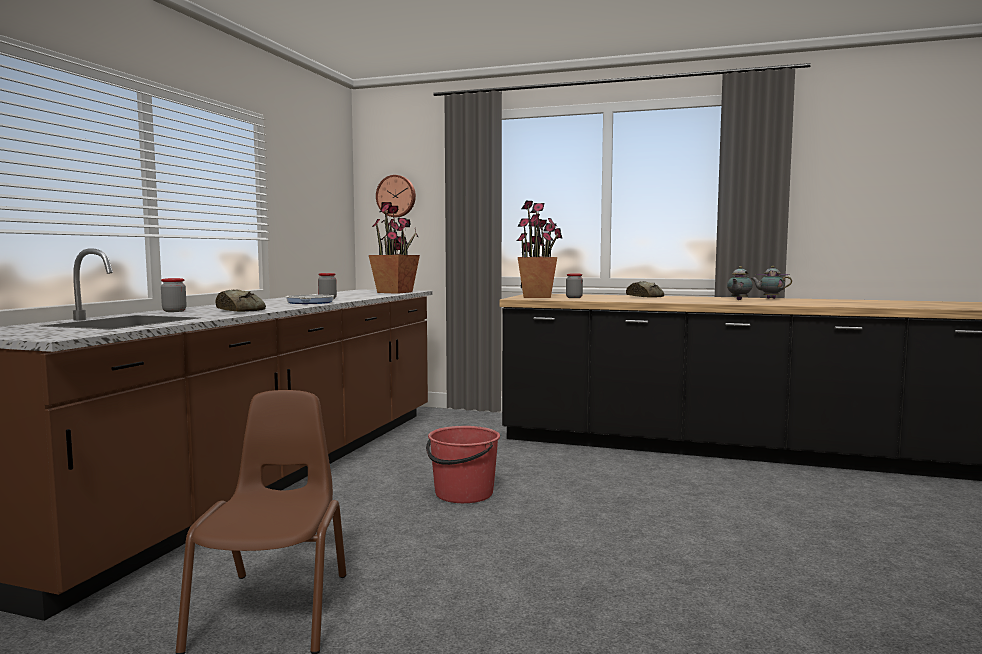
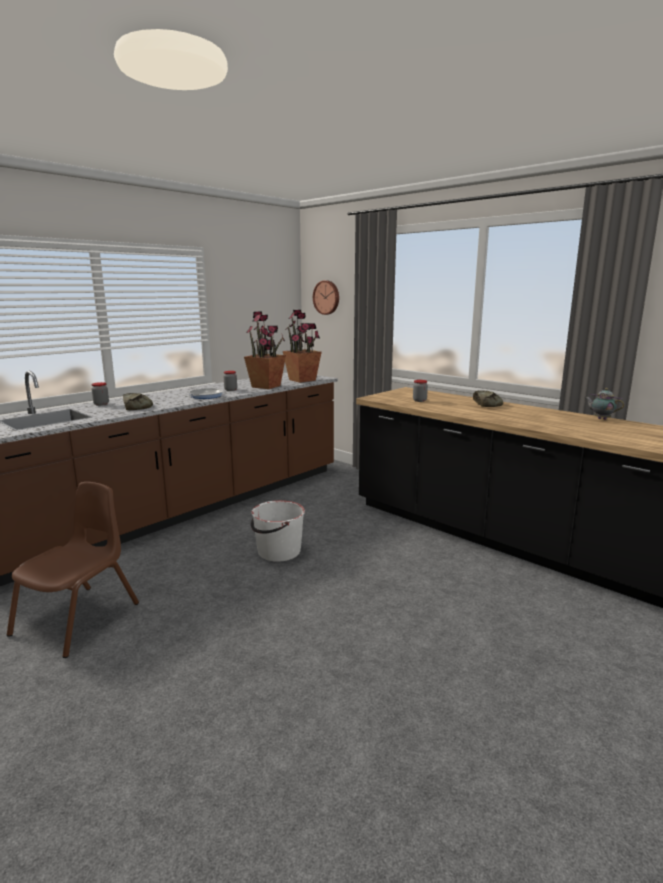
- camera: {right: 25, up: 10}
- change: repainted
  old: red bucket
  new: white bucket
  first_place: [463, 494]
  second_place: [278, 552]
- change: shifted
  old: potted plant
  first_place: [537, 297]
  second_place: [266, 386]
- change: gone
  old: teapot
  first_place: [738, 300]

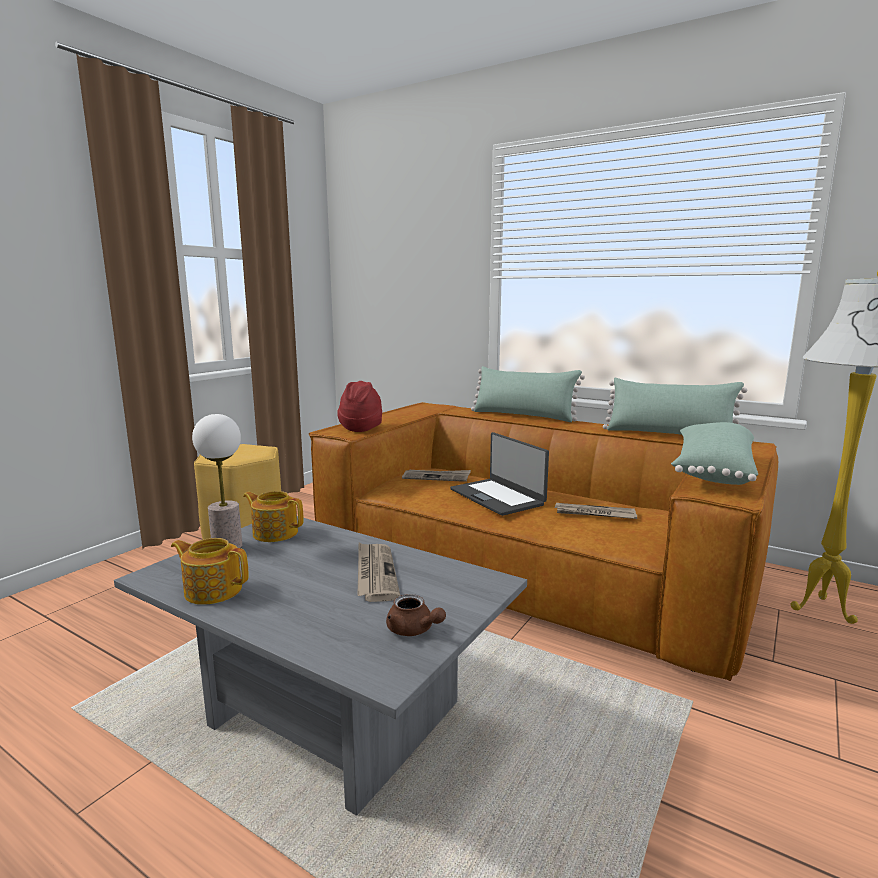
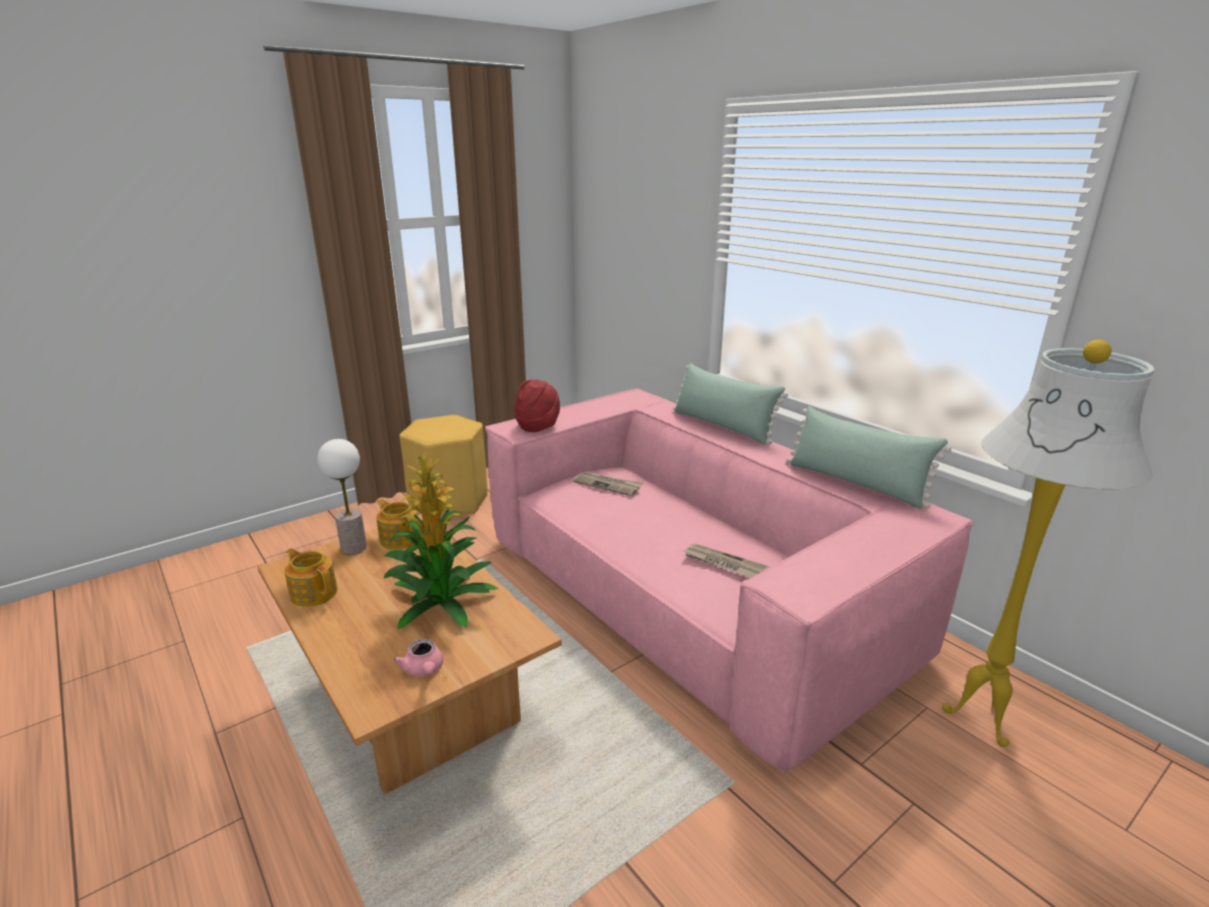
- camera: {right: 20, up: 10}
- change: repainted
  old: grey coffee table
  new: brown coffee table
  first_place: [328, 717]
  second_place: [413, 706]
- change: repainted
  old: brown sofa
  new: pink sofa
  first_place: [529, 568]
  second_place: [687, 594]
- change: swapped
  old: newspaper
  new: potted plant
  first_place: [375, 573]
  second_place: [442, 603]
- change: repainted
  old: brown teapot
  new: pink teapot
  first_place: [413, 630]
  second_place: [424, 670]
- change: gone
  old: laptop
  first_place: [497, 497]
- change: gone
  old: green pillow
  first_place: [711, 471]

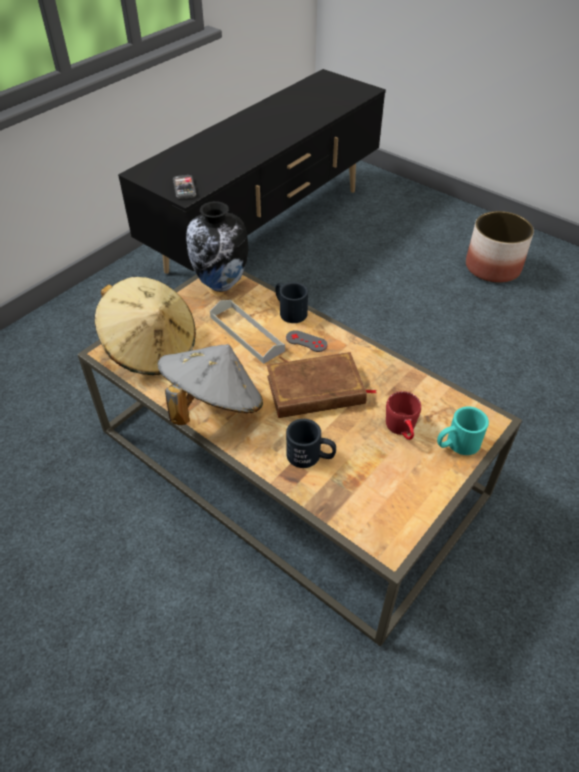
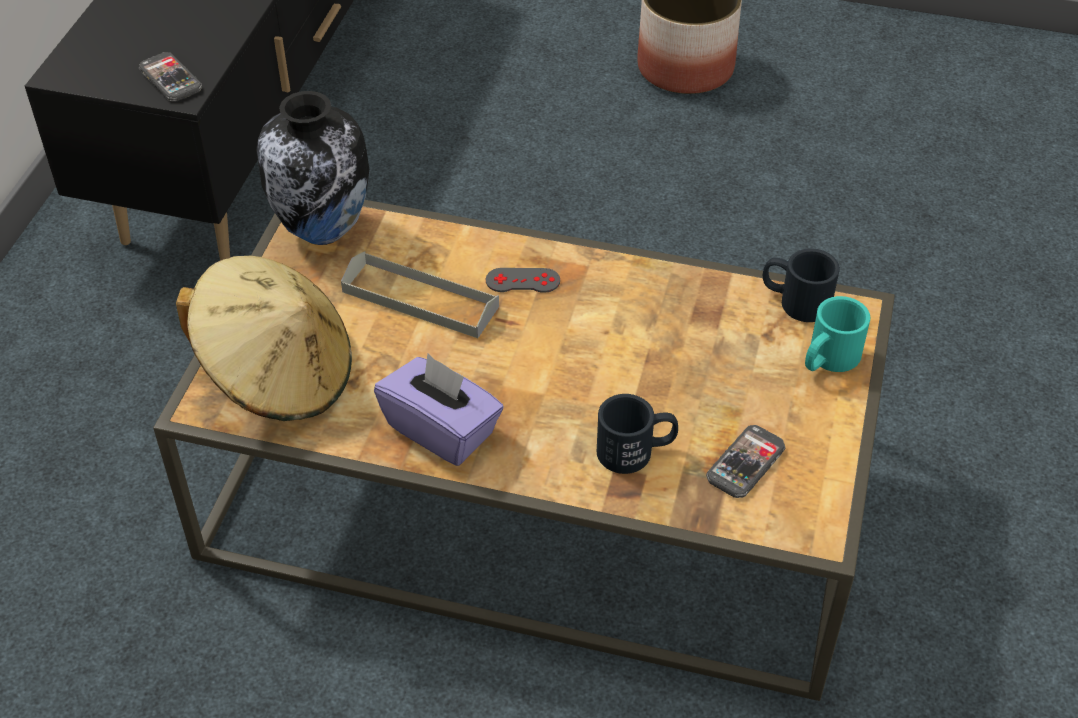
- camera: {right: -25, up: 0}
- change: swapped
  old: grey hat
  new: purple tissue box
  first_place: [213, 405]
  second_place: [442, 430]
- change: gone
  old: brown book
  first_place: [316, 390]
- change: shifted
  old: black mug
  first_place: [289, 310]
  second_place: [795, 301]
- change: gone
  old: red mug
  first_place: [402, 429]
- change: new
  new: phone
  second_place: [745, 463]

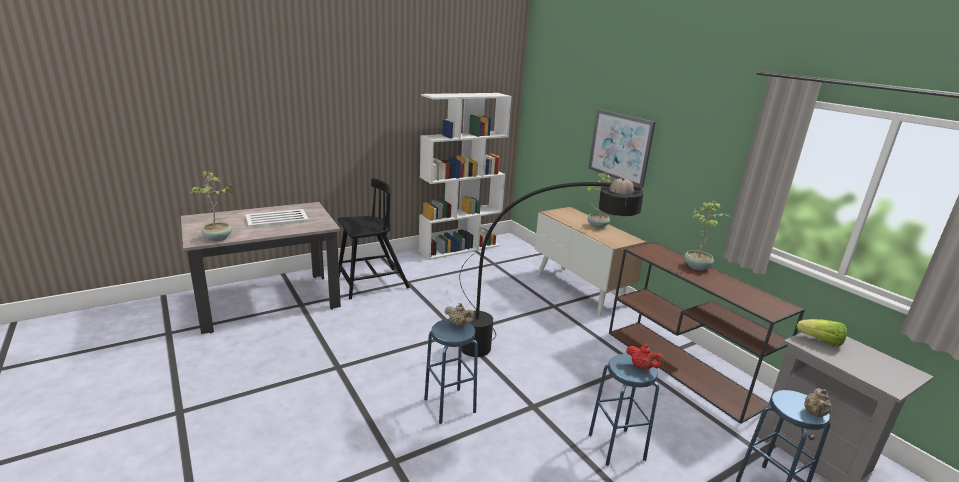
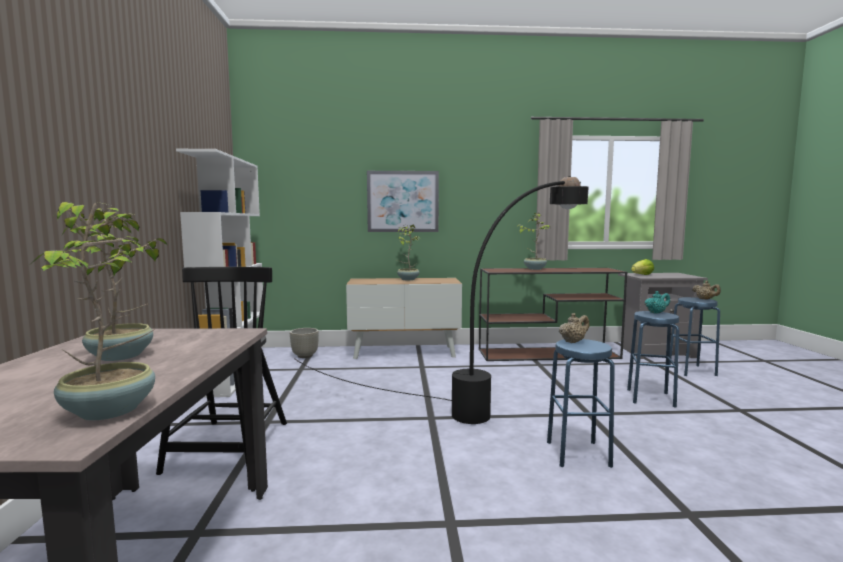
- camera: {right: -60, up: -15}
- change: swapped
  old: white tray
  new: potted plant
  first_place: [276, 219]
  second_place: [122, 356]
- change: repainted
  old: red teapot
  new: turquoise teapot
  first_place: [642, 367]
  second_place: [656, 313]
- change: new
  new: grey planter
  second_place: [304, 356]

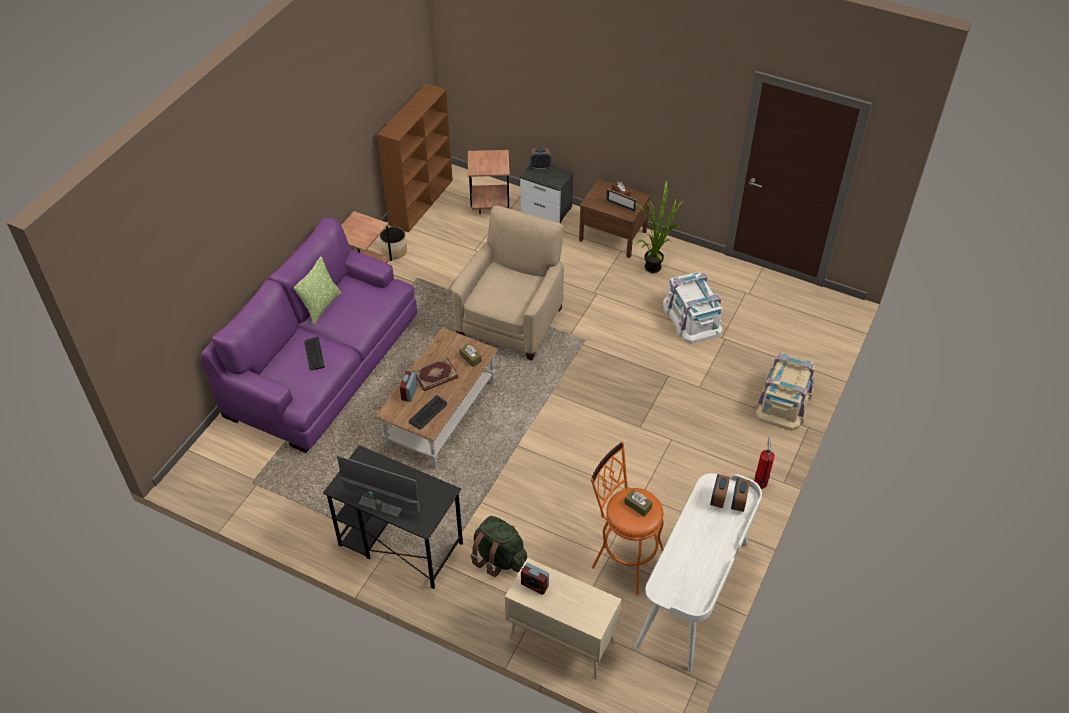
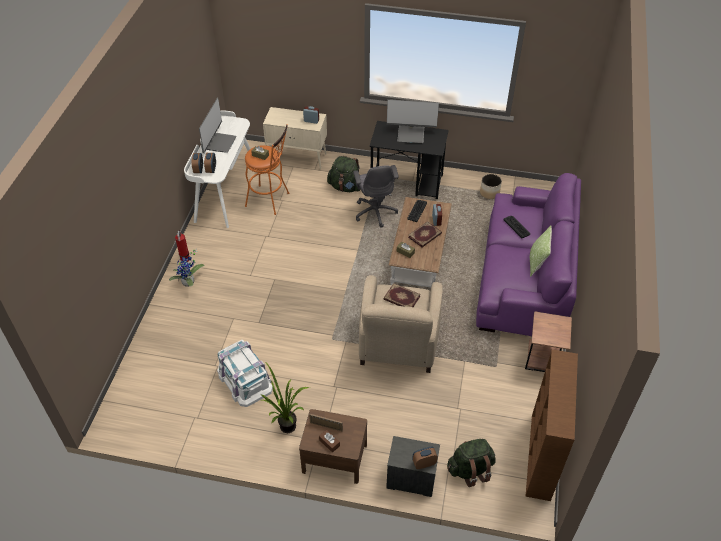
- camera: {right: 165, up: 0}
- change: shifted
  old: planter
  first_place: [394, 251]
  second_place: [489, 193]
- change: swapped
  old: brown side table
  new: green backpack
  first_place: [490, 205]
  second_place: [470, 470]
- change: gone
  old: beige storage box
  first_place: [783, 401]
- change: new
  new: potted plant
  second_place: [189, 283]
- change: new
  new: monitor
  second_place: [219, 143]
- change: new
  new: grey office chair
  second_place: [375, 212]
- change: new
  new: book
  second_place: [401, 298]

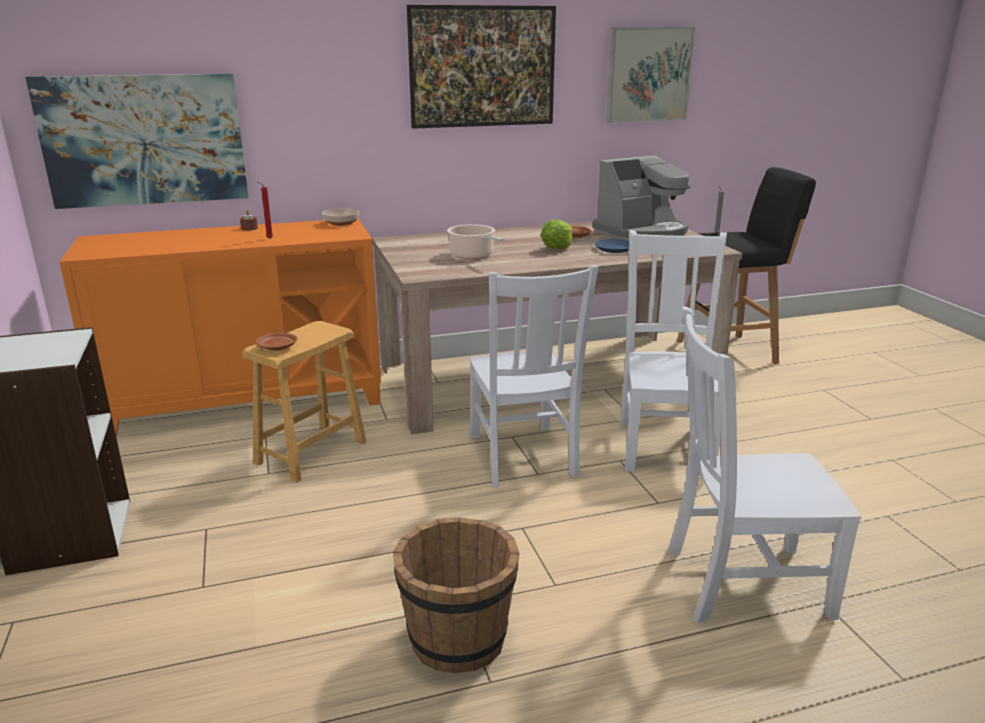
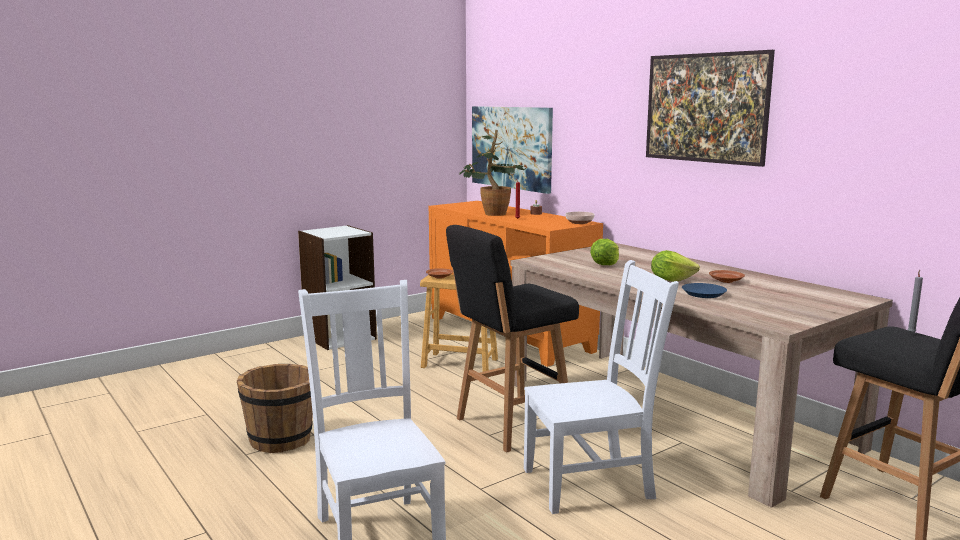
- camera: {right: 70, up: -10}
- change: swapped
  old: cooking pot
  new: lettuce
  first_place: [473, 256]
  second_place: [605, 264]
- change: swapped
  old: white chair
  new: black stool
  first_place: [523, 457]
  second_place: [510, 426]
- change: gone
  old: coffee machine
  first_place: [642, 233]
- change: gone
  old: picture
  first_place: [648, 74]
- change: new
  new: potted plant
  second_place: [491, 213]

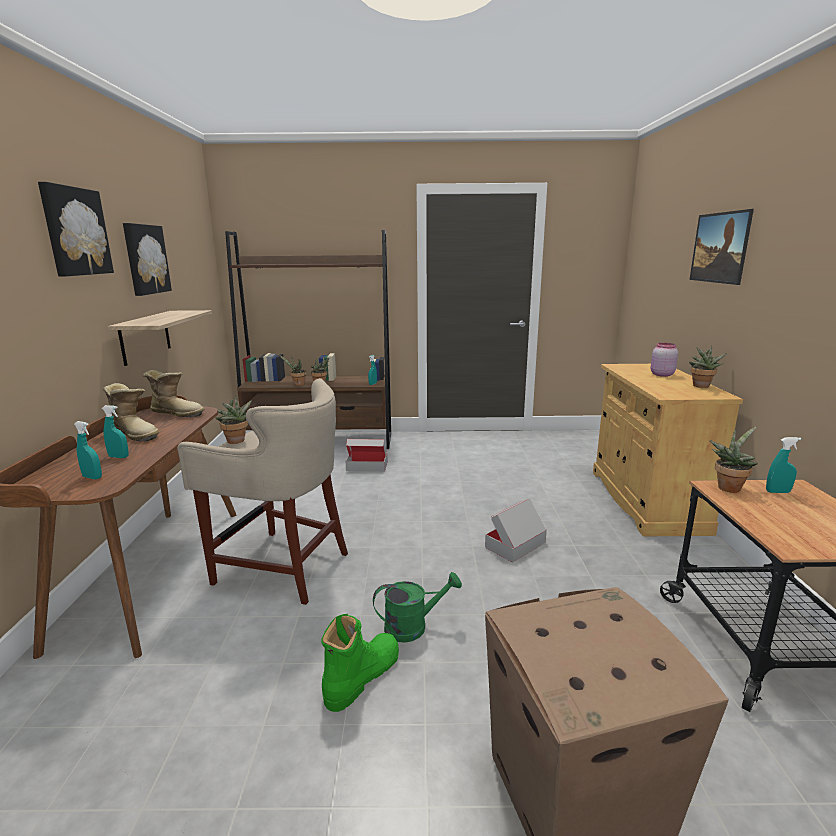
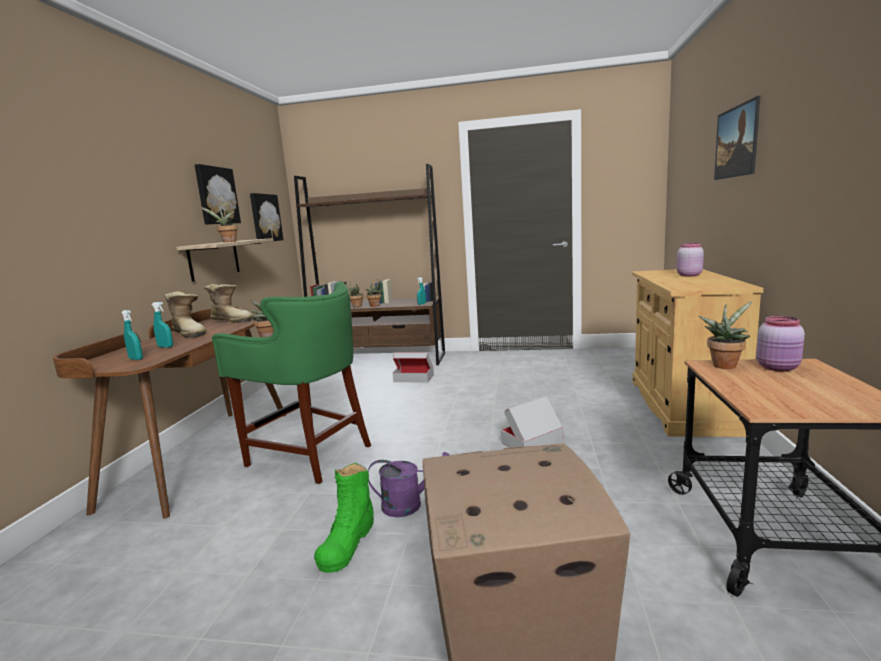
- camera: {right: 10, up: -5}
- change: shifted
  old: picture
  first_place: [75, 231]
  second_place: [265, 218]
- change: repainted
  old: beige stool
  new: green stool
  first_place: [282, 566]
  second_place: [310, 454]
- change: rotated
  old: green boot
  first_place: [362, 676]
  second_place: [347, 542]
  degrees: 150
- change: repainted
  old: green watering can
  new: purple watering can
  first_place: [413, 626]
  second_place: [409, 505]
- change: shifted
  old: potted plant
  first_place: [701, 386]
  second_place: [228, 242]
- change: swapped
  old: turquoise spray bottle
  new: pink jar
  first_place: [778, 492]
  second_place: [779, 368]

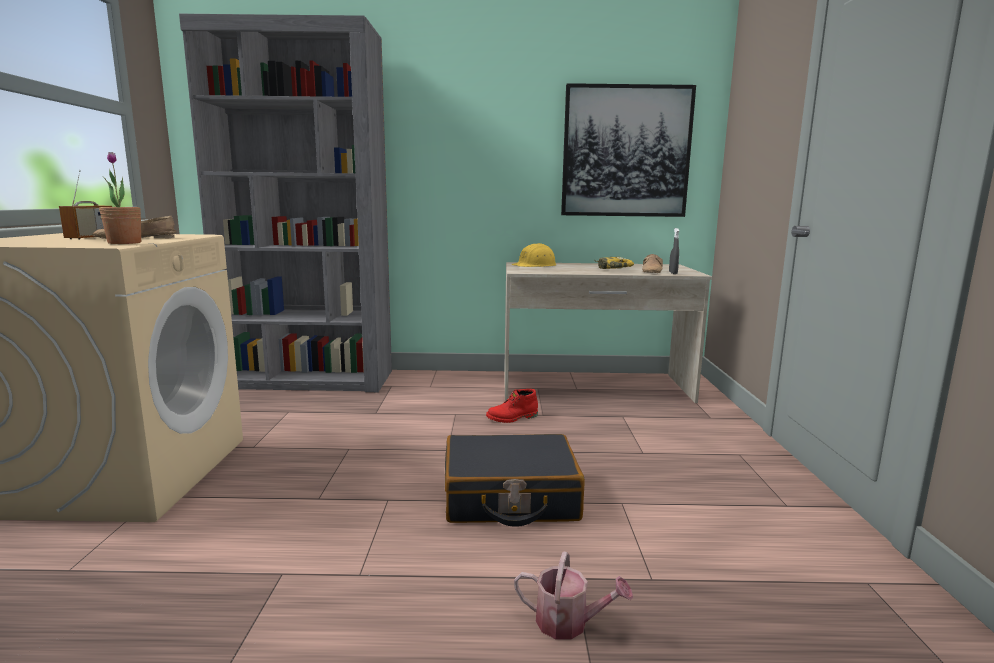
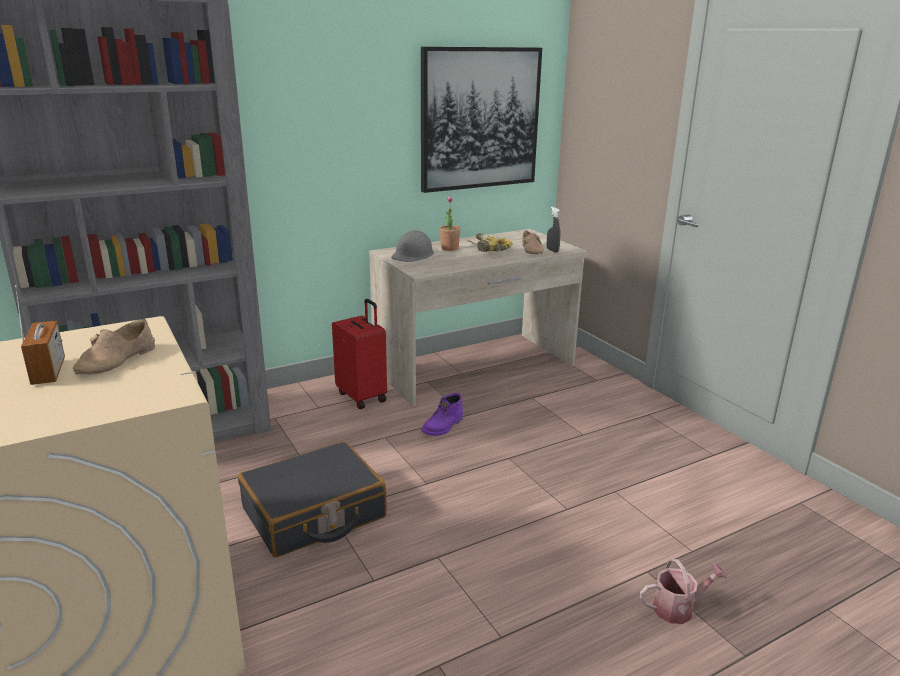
- camera: {right: -30, up: 10}
- change: shifted
  old: potted plant
  first_place: [124, 243]
  second_place: [449, 248]
- change: shifted
  old: black suitcase
  first_place: [510, 497]
  second_place: [314, 514]
- change: repainted
  old: red boot
  new: purple boot
  first_place: [512, 418]
  second_place: [443, 427]
- change: repainted
  old: yellow hard hat
  new: grey hard hat
  first_place: [535, 265]
  second_place: [413, 255]
- change: new
  new: red suitcase
  second_place: [363, 396]

